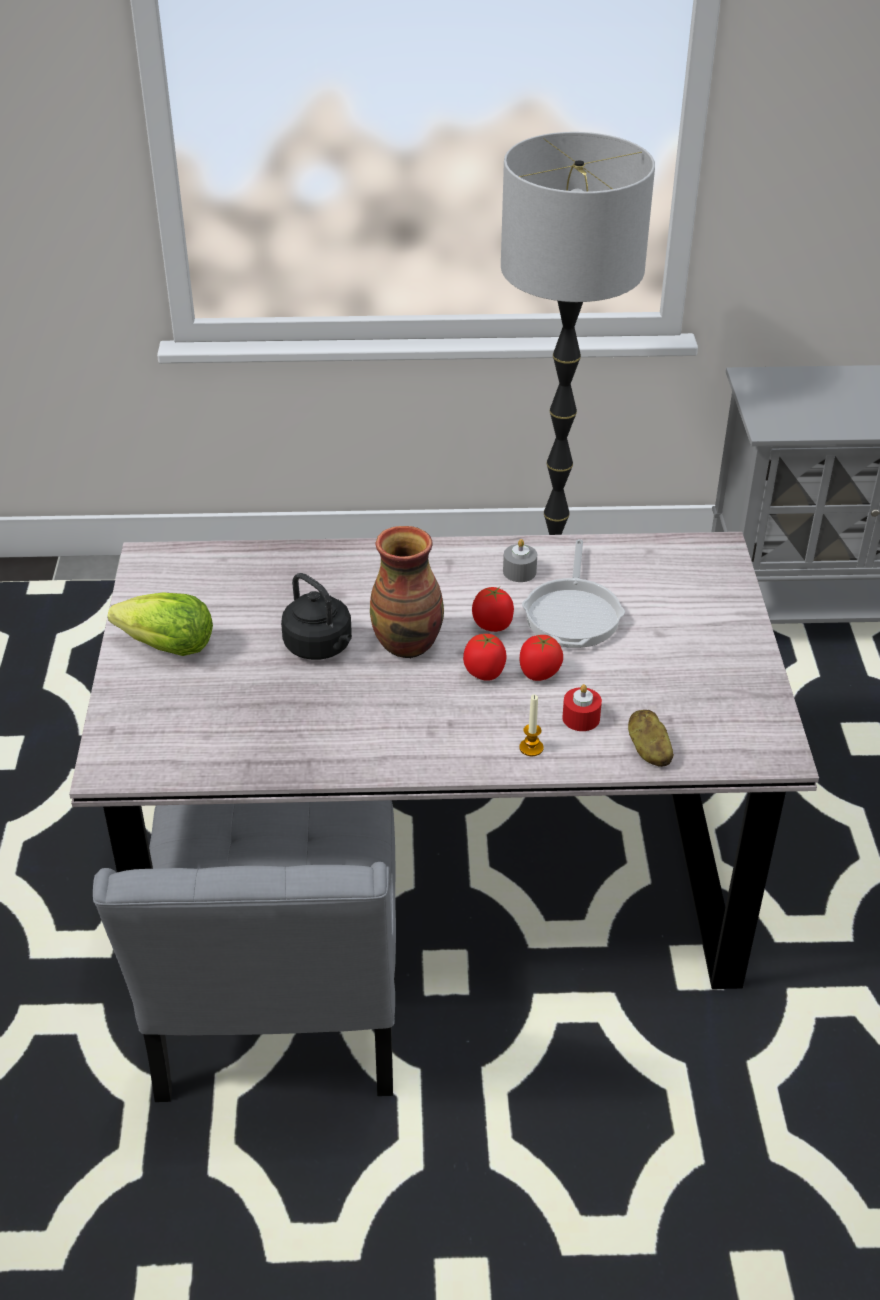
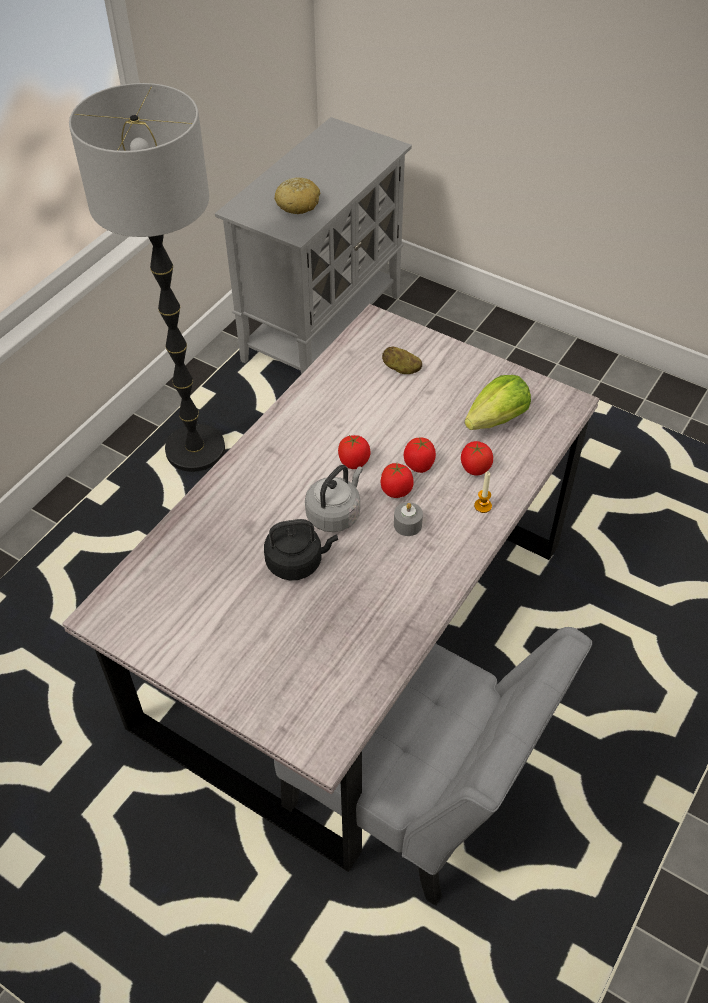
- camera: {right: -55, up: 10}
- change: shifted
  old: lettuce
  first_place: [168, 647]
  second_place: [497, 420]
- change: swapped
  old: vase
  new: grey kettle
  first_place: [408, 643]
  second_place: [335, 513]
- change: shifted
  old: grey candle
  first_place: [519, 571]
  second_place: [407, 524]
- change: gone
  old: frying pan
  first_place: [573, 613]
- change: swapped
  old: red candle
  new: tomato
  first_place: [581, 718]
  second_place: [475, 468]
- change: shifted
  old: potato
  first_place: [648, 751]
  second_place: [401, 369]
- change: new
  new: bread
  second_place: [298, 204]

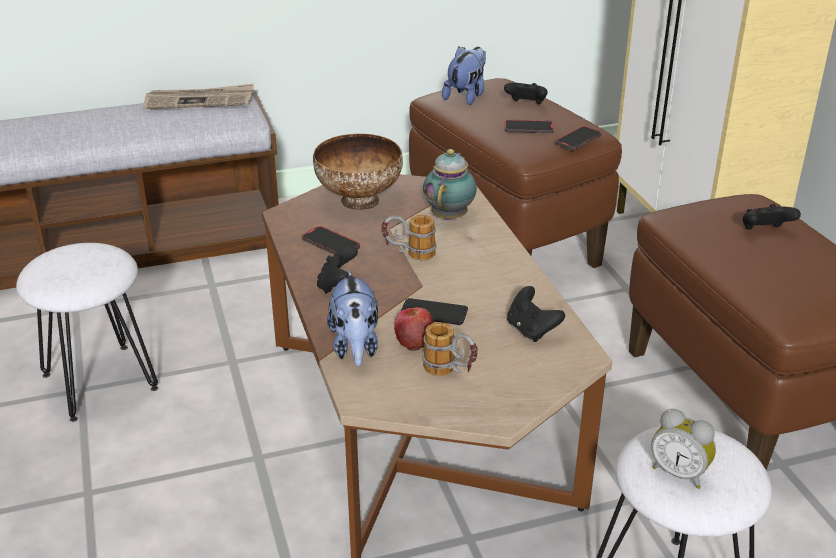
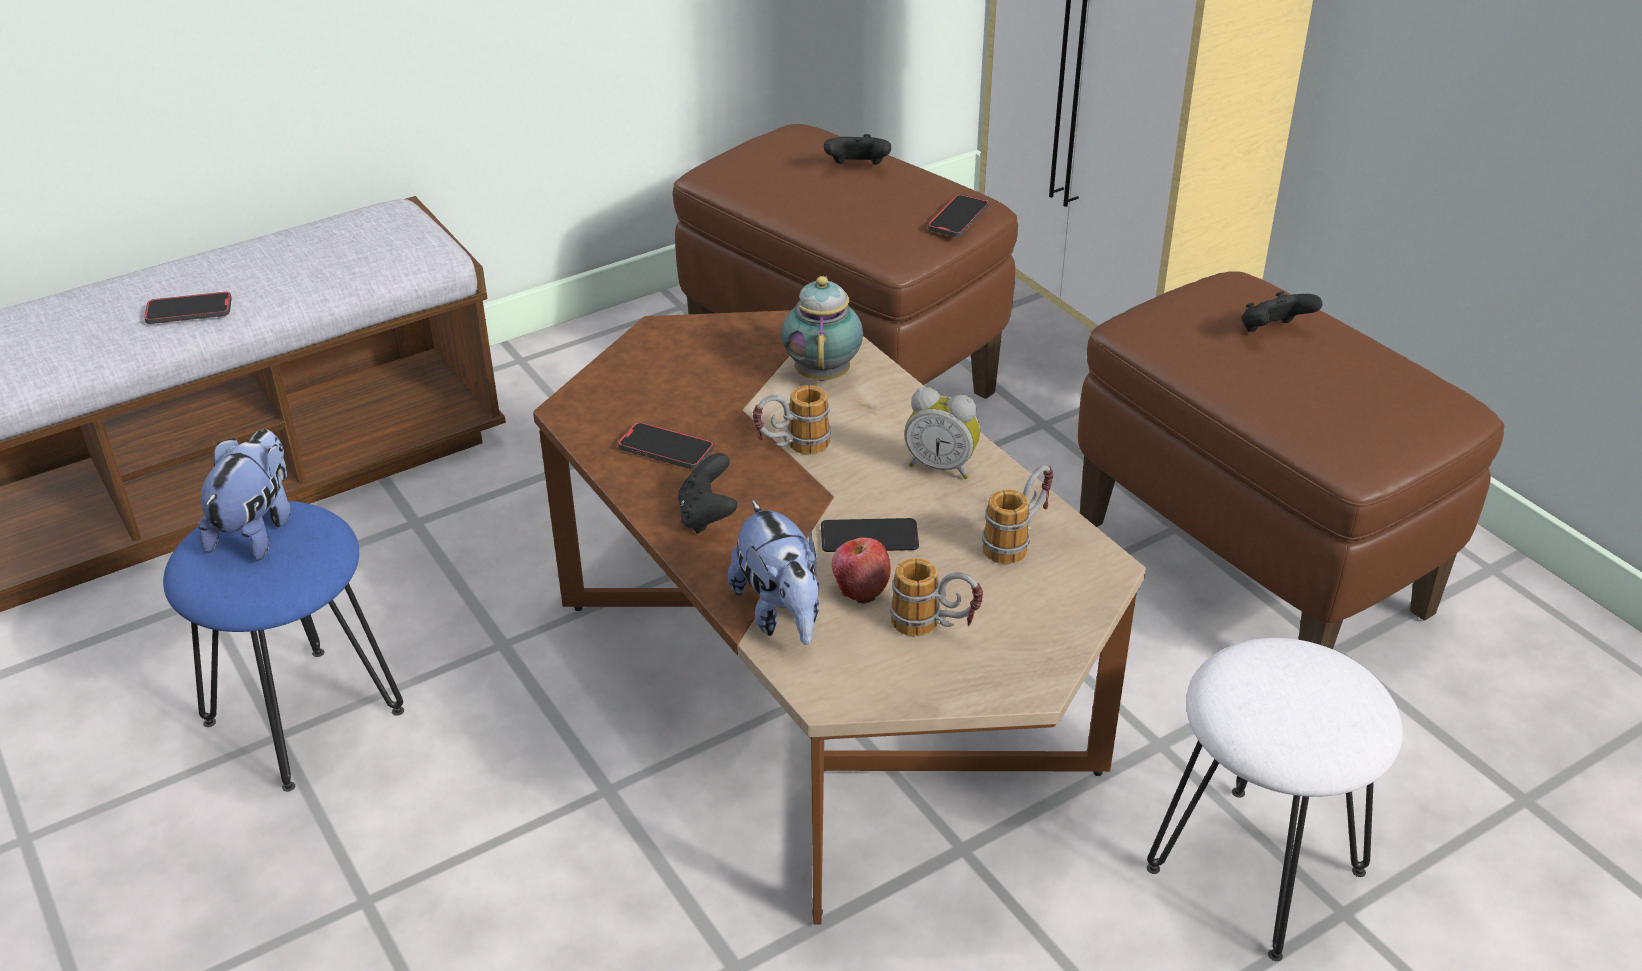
- camera: {right: -15, up: 5}
- change: repainted
  old: white stool
  new: blue stool
  first_place: [99, 381]
  second_place: [302, 716]
- change: gone
  old: newspaper
  first_place: [200, 100]
- change: gone
  old: bowl
  first_place: [358, 200]
- change: shifted
  old: plush toy
  first_place: [466, 96]
  second_place: [257, 530]
- change: shifted
  old: phone
  first_place: [529, 129]
  second_place: [189, 311]
- change: swapped
  old: black game controller
  new: mug
  first_place: [531, 330]
  second_place: [1018, 540]
- change: shifted
  old: alarm clock
  first_place: [679, 473]
  second_place: [941, 466]

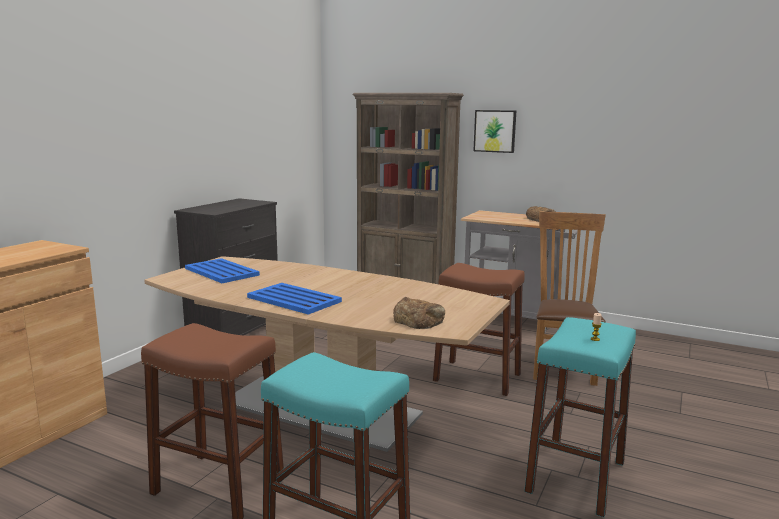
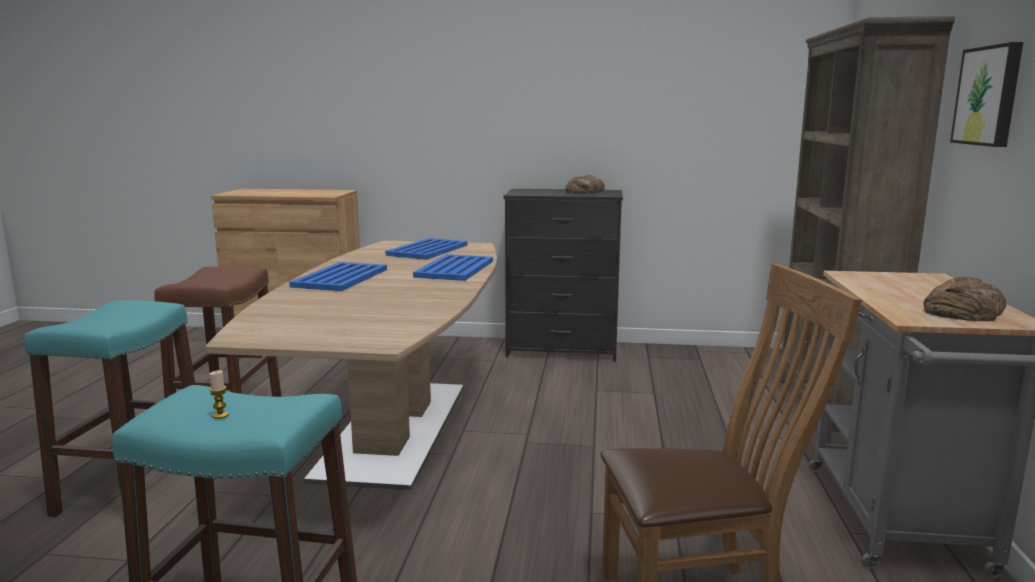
- camera: {right: 70, up: 0}
- change: shifted
  old: bread
  first_place: [418, 320]
  second_place: [585, 192]
- change: gone
  old: brown stool
  first_place: [477, 377]
- change: new
  new: blue tray
  second_place: [455, 269]

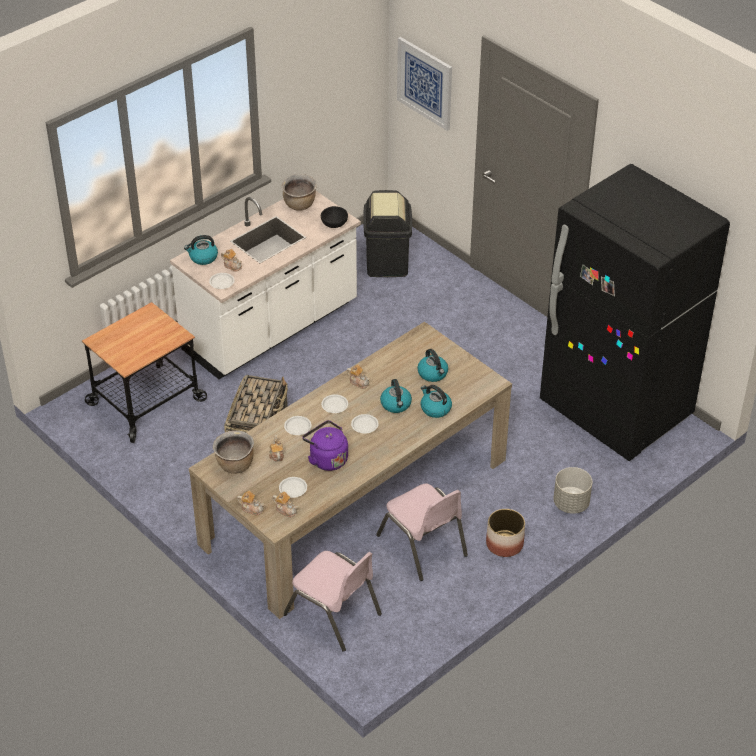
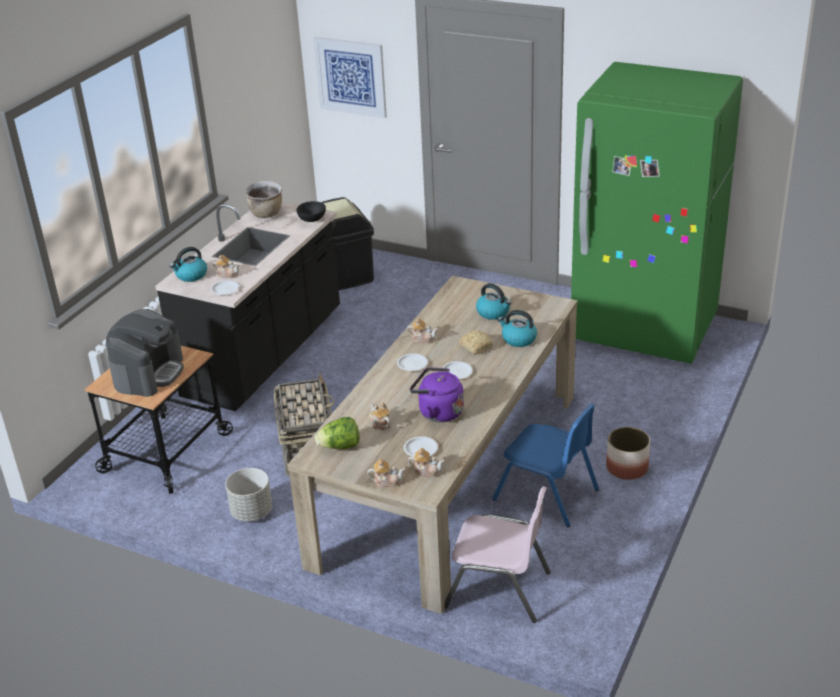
- camera: {right: -20, up: -10}
- change: repainted
  old: white counter
  new: black counter
  first_place: [271, 329]
  second_place: [265, 355]
- change: swapped
  old: brown cooking pot
  new: lettuce
  first_place: [235, 465]
  second_place: [340, 446]
- change: gone
  old: white plate
  first_place: [298, 427]
- change: repainted
  old: pink chair
  new: blue chair
  first_place: [422, 545]
  second_place: [546, 494]
- change: swapped
  old: kettle
  new: bread
  first_place: [396, 405]
  second_place: [476, 347]
- change: repainted
  old: black fridge
  new: green fridge
  first_place: [615, 410]
  second_place: [644, 330]
- change: shifted
  old: grey planter
  first_place: [571, 504]
  second_place: [252, 512]
- change: new
  new: coffee machine
  second_place: [149, 373]

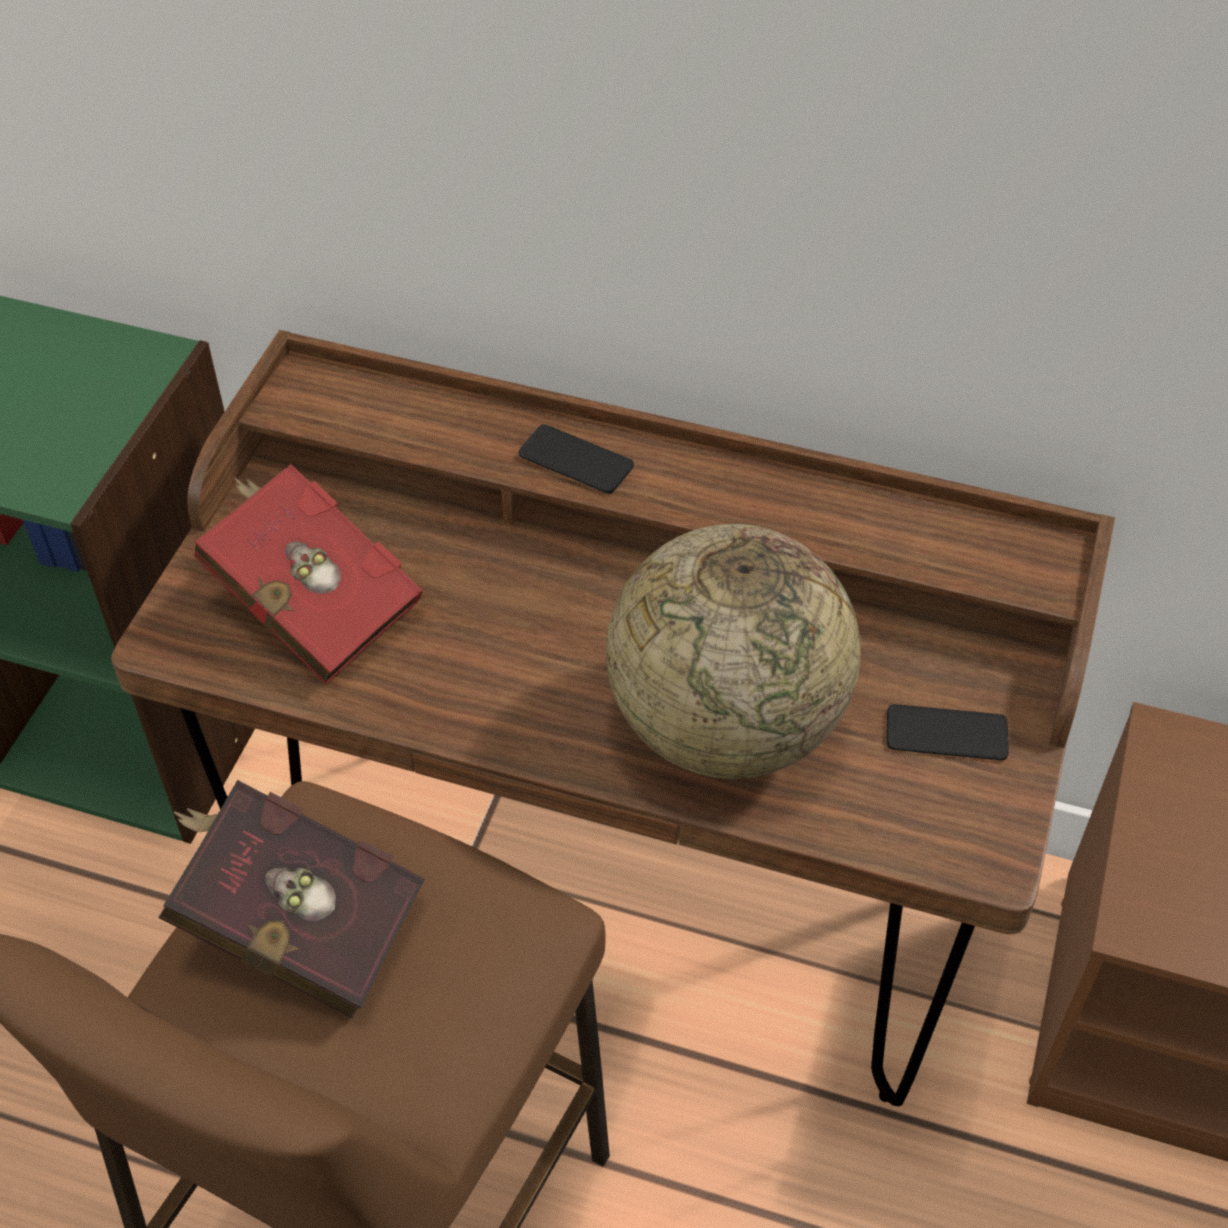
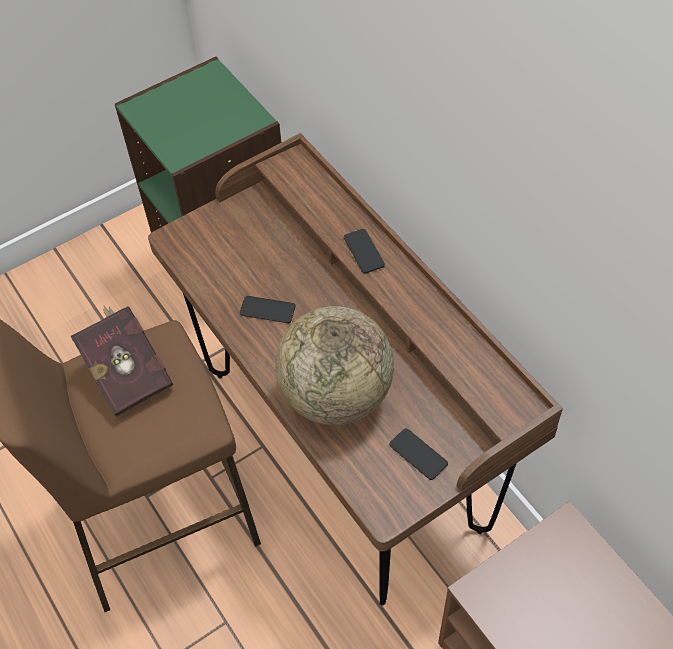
- camera: {right: 40, up: 5}
- change: gone
  old: red book
  first_place: [311, 601]
- change: new
  new: phone
  second_place: [267, 310]

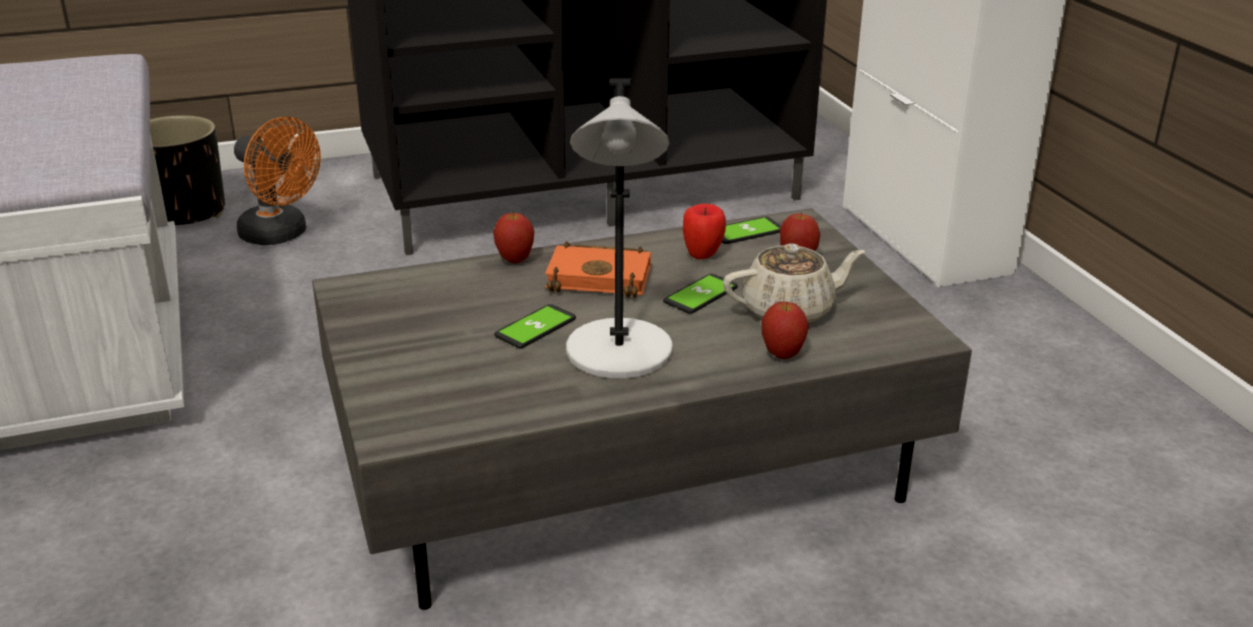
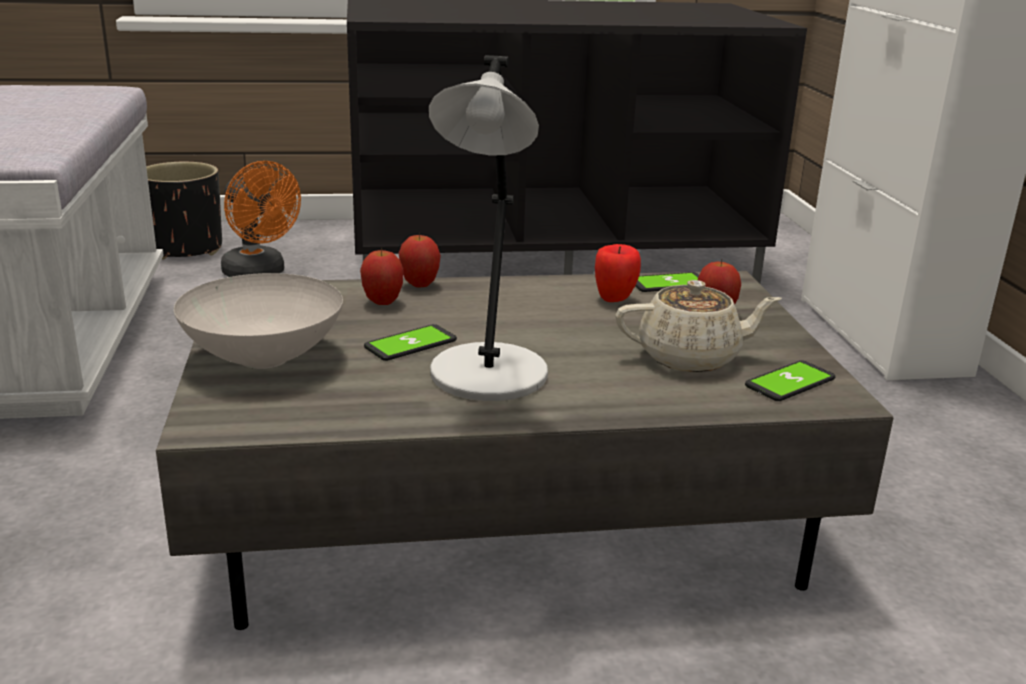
- camera: {right: 10, up: -5}
- change: gone
  old: orange book
  first_place: [602, 277]
- change: shifted
  old: phone
  first_place: [700, 295]
  second_place: [790, 383]
- change: shifted
  old: apple
  first_place: [782, 355]
  second_place: [382, 303]
- change: new
  new: white bowl
  second_place: [264, 357]

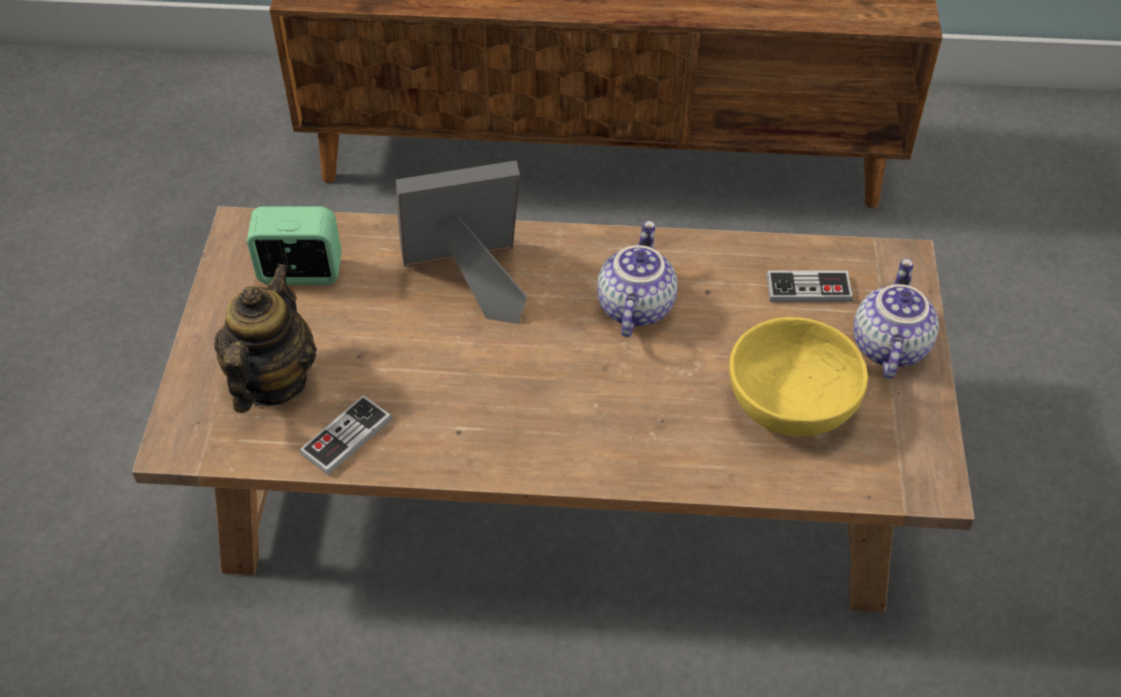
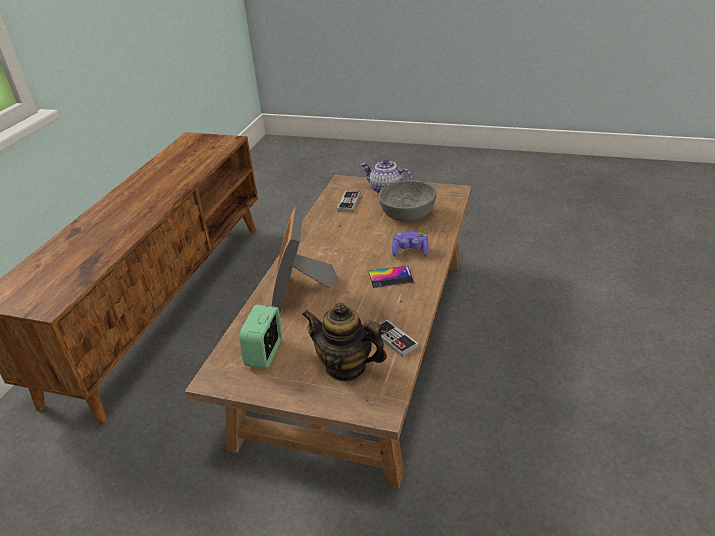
- camera: {right: -75, up: -15}
- change: gone
  old: teapot
  first_place: [633, 306]
- change: repainted
  old: yellow bowl
  new: grey bowl
  first_place: [791, 400]
  second_place: [407, 213]
- change: new
  new: phone
  second_place: [390, 277]
- change: new
  new: purple game controller
  second_place: [410, 251]

